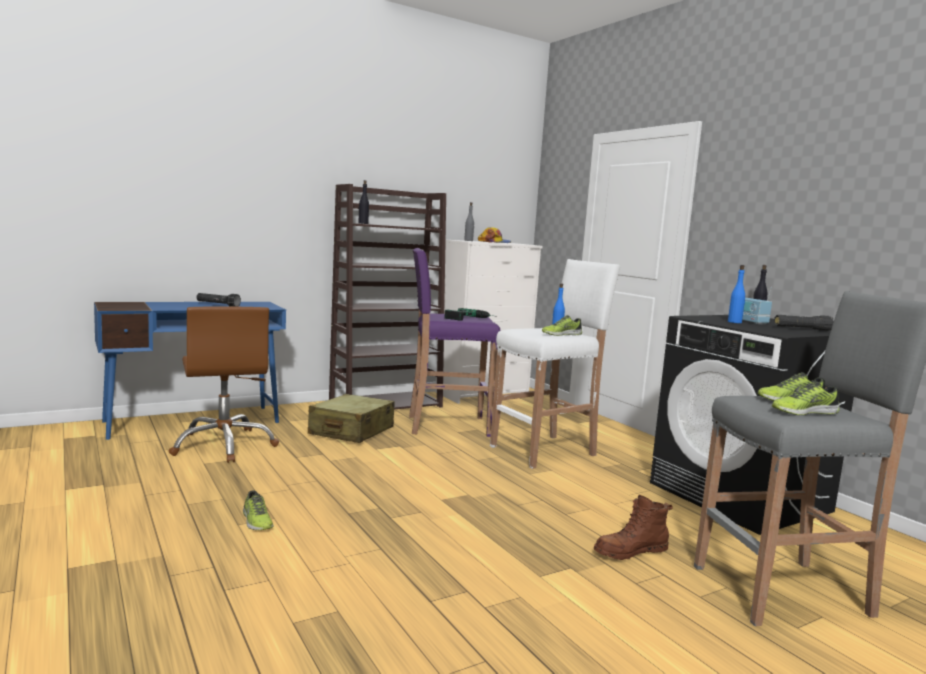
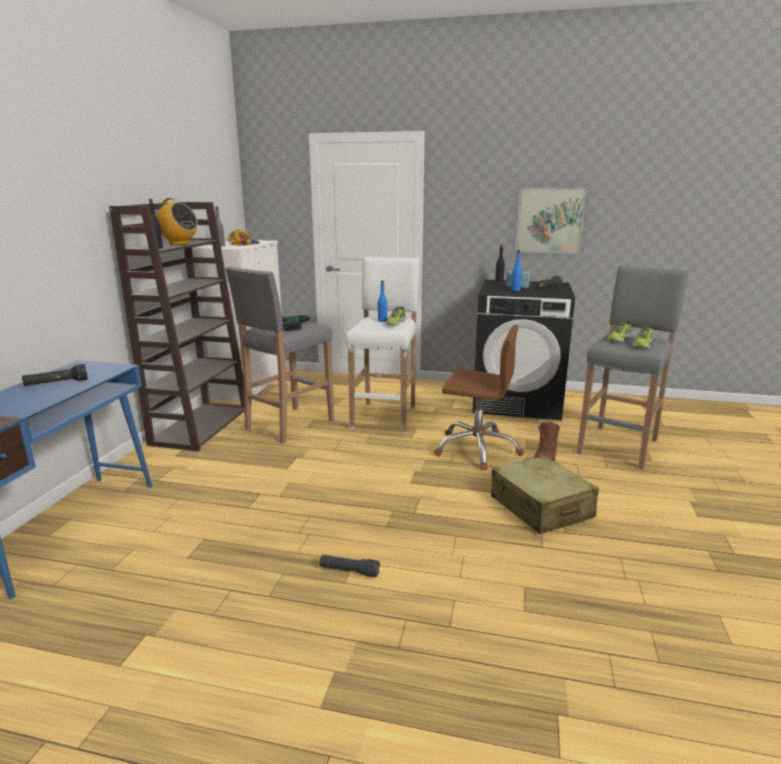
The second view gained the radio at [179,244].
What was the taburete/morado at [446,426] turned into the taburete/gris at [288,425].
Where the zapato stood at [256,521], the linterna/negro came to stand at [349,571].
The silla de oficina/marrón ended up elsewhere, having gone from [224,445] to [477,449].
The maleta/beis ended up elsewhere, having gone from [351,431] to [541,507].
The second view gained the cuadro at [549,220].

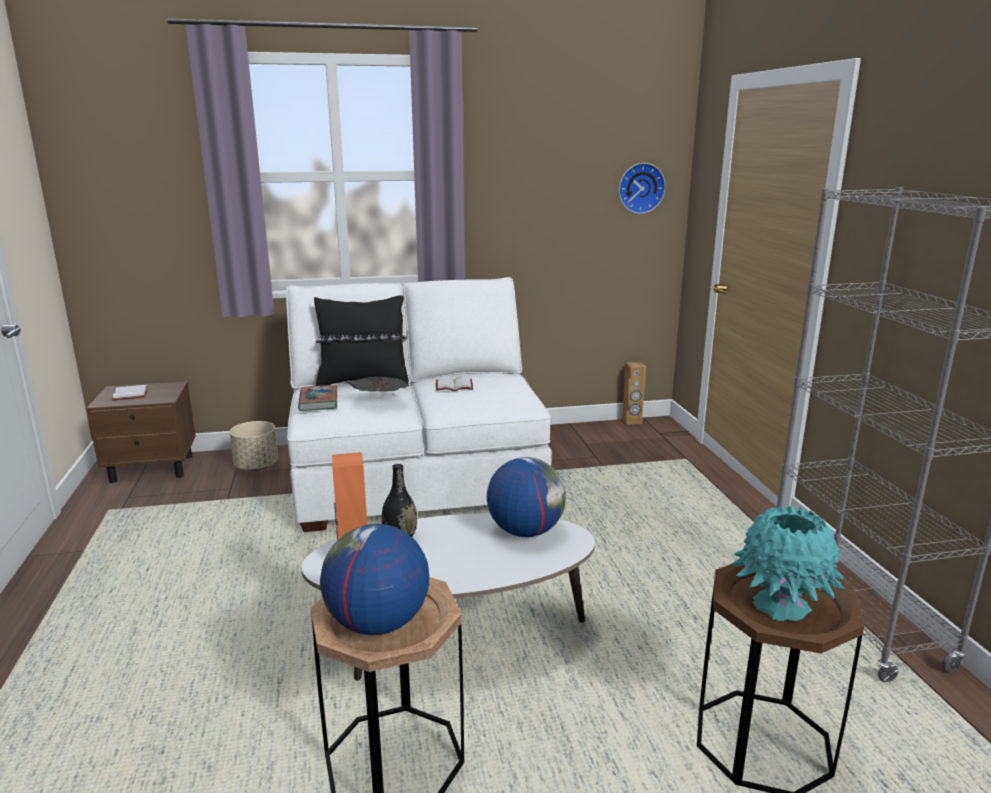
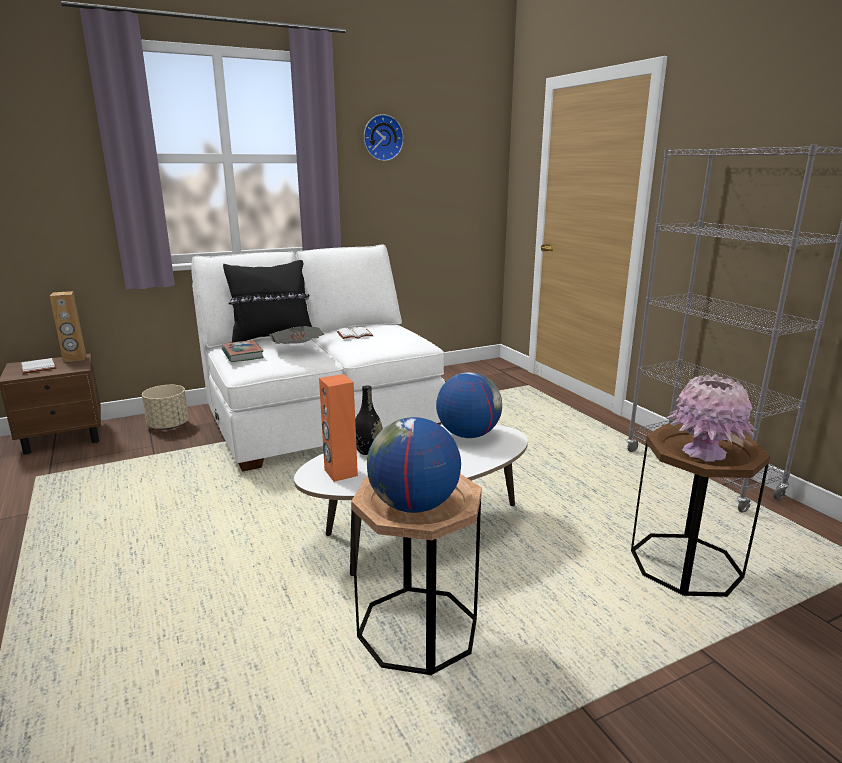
The altavoz/marrón ended up elsewhere, having gone from [631,421] to [75,358].
The reloj de pared ended up elsewhere, having gone from [640,188] to [382,138].
What was the florero/turquesa at [781,606] turned into the florero/rosa at [705,453].

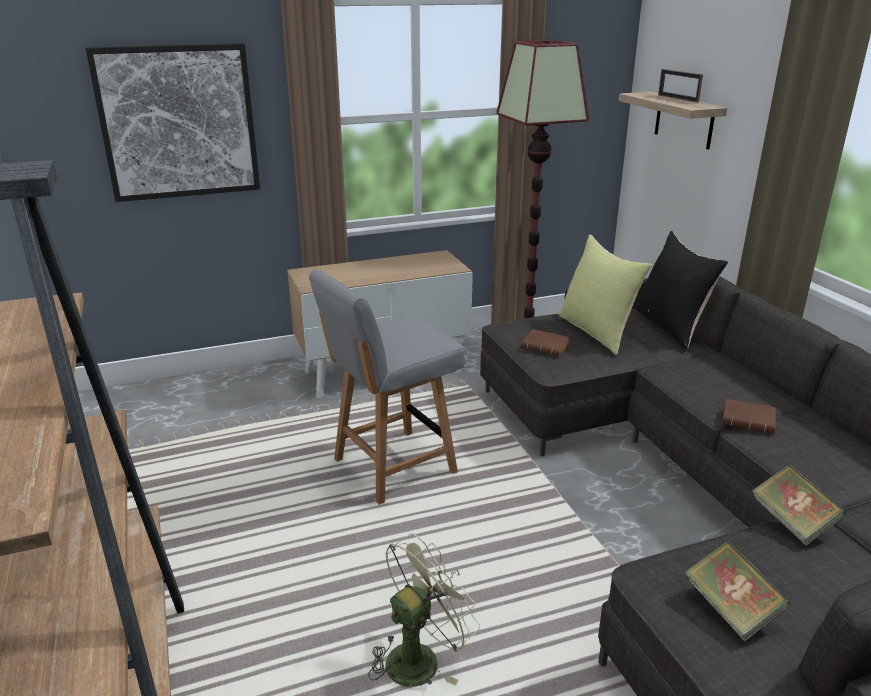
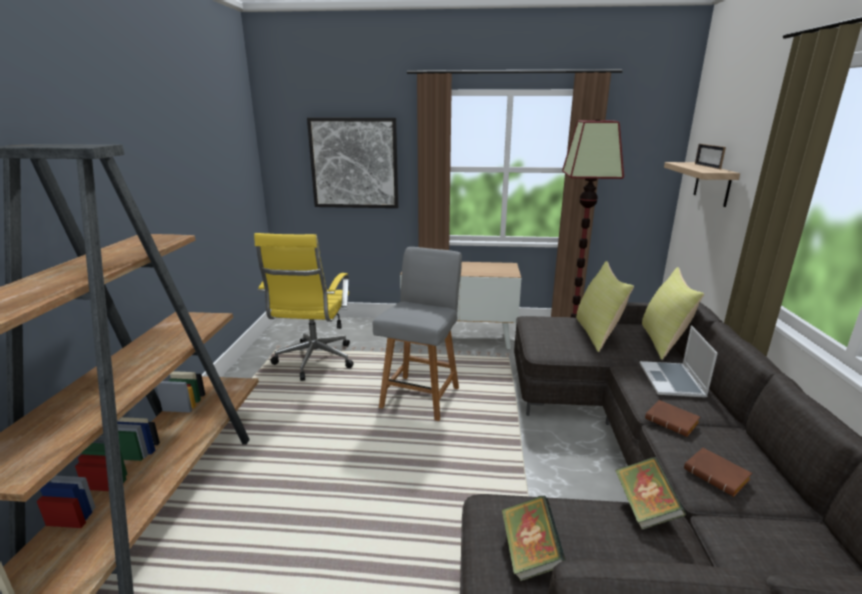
The second view gained the silla de oficina/amarillo at [314,362].
The silla/gris at [392,466] ended up facing another way, 120 degrees clockwise from before.
The second view gained the portátil at [672,381].
What was the cojín/negro at [671,326] turned into the cojín/amarillo at [663,342].
The libro/marrón ended up elsewhere, having gone from [546,347] to [718,476].
The second view lost the ventilador/verde at [420,657].

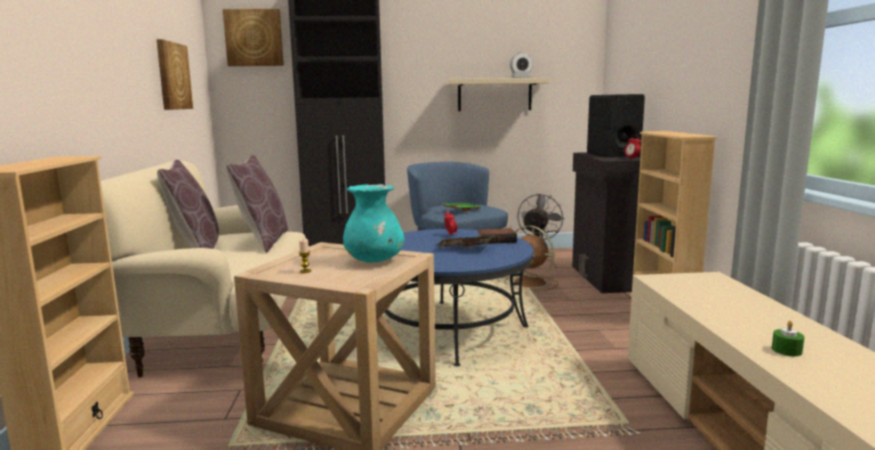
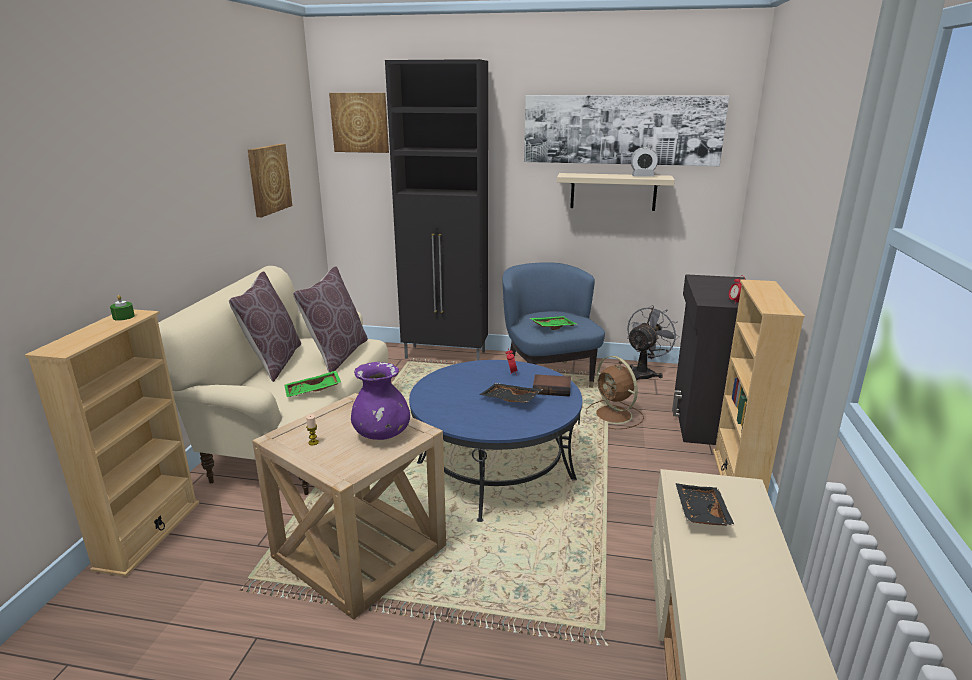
The vela/verde ended up elsewhere, having gone from [786,350] to [123,317].
The second view gained the bandeja/verde at [313,391].
What was the florero/turquesa at [374,261] turned into the florero/morado at [382,435].
The second view gained the cuadro at [621,130].
The second view gained the bandeja/negro at [700,512].
The second view lost the altavoz/negro at [612,155].

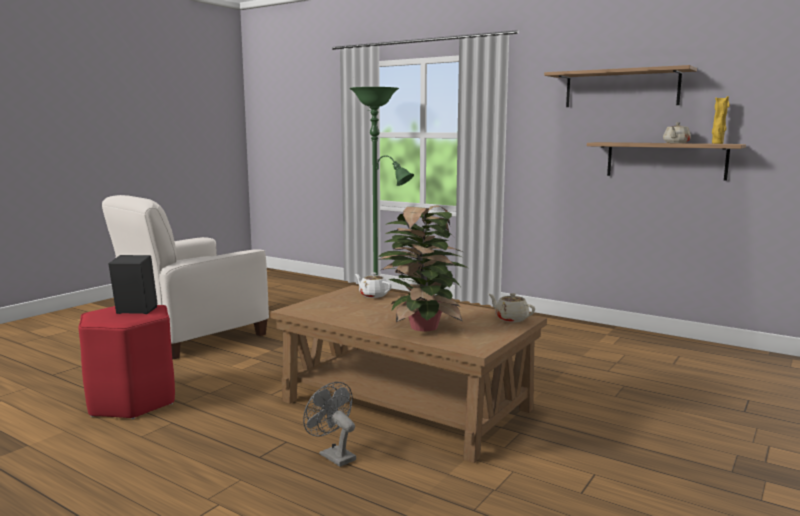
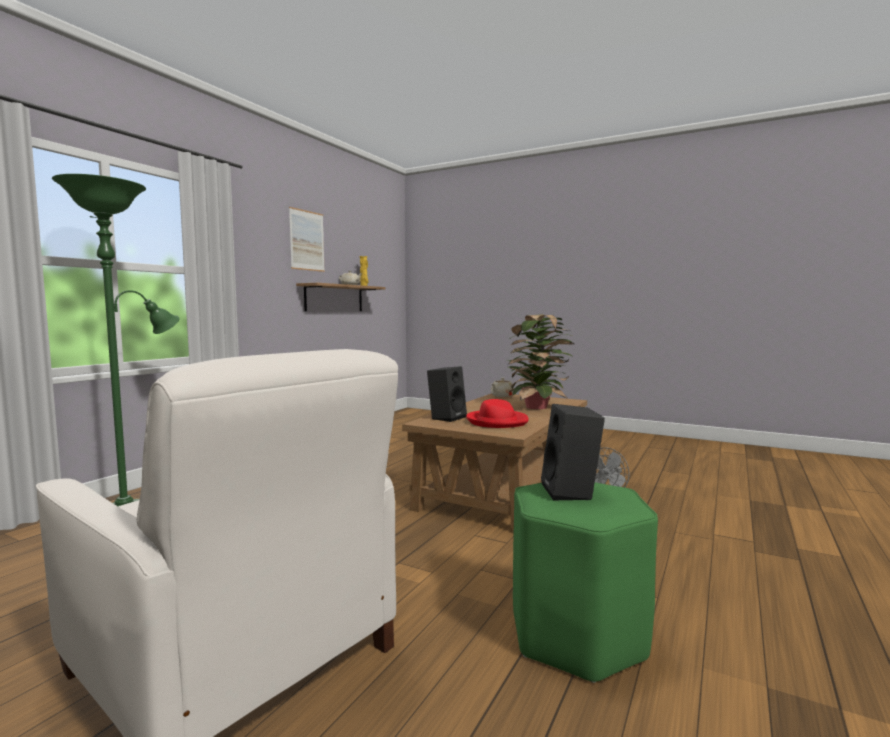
Where the estante hung at [621,88], the cuadro came to hang at [307,240].
Where the tetera/blanco stood at [373,295], the altavoz/negro came to stand at [446,417].
The second view gained the sombrero/rojo at [497,421].
What was the taburete/rojo at [132,401] turned into the taburete/verde at [576,636].

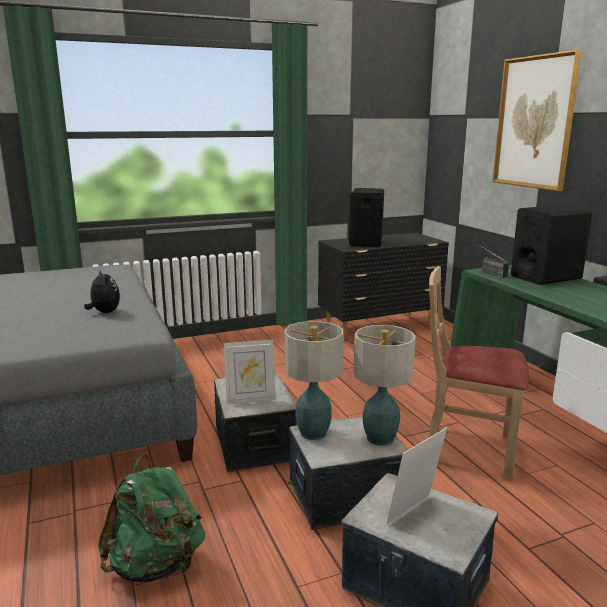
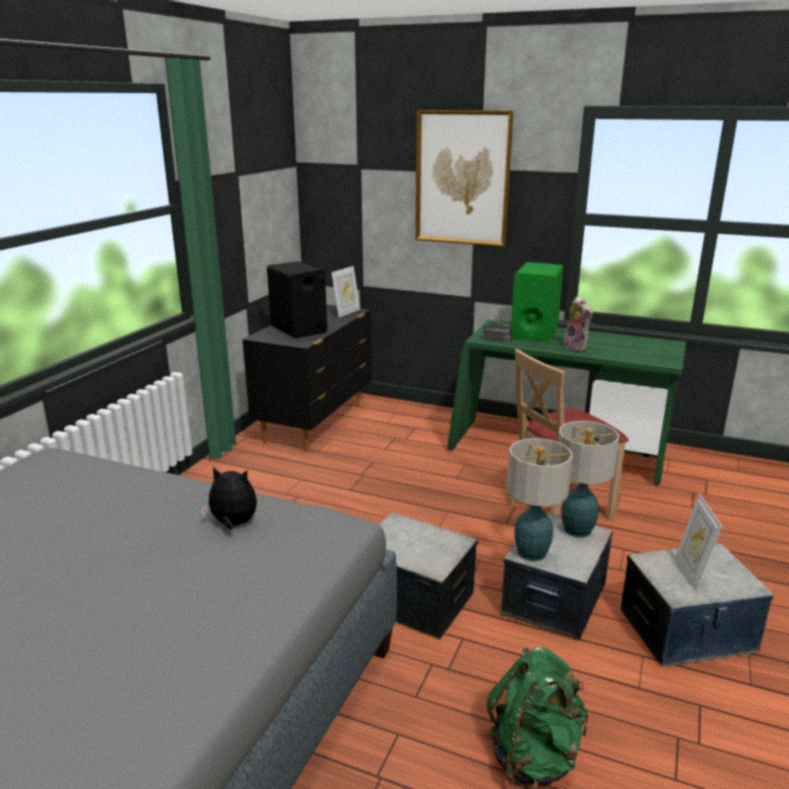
The portarretratos ended up elsewhere, having gone from [250,399] to [346,312].
What was the altavoz/negro at [546,277] turned into the altavoz/verde at [534,332].
The second view gained the peluche at [577,347].

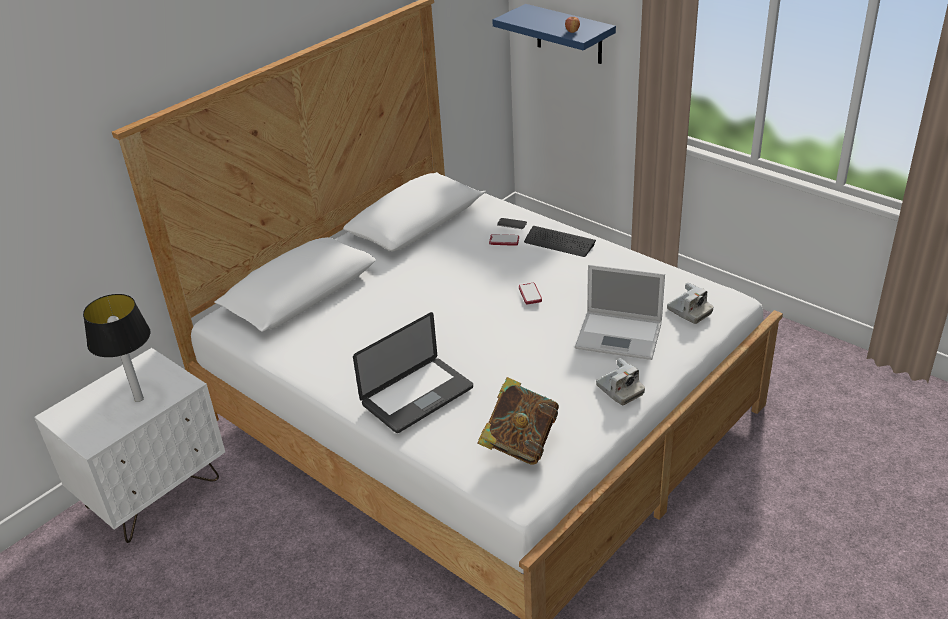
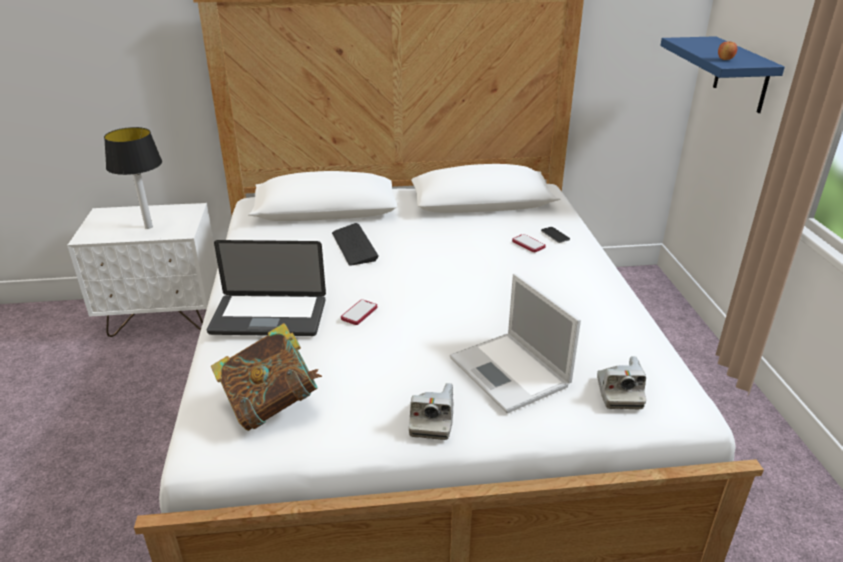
The teclado ended up elsewhere, having gone from [559,243] to [354,246].
The móvil ended up elsewhere, having gone from [530,294] to [359,313].

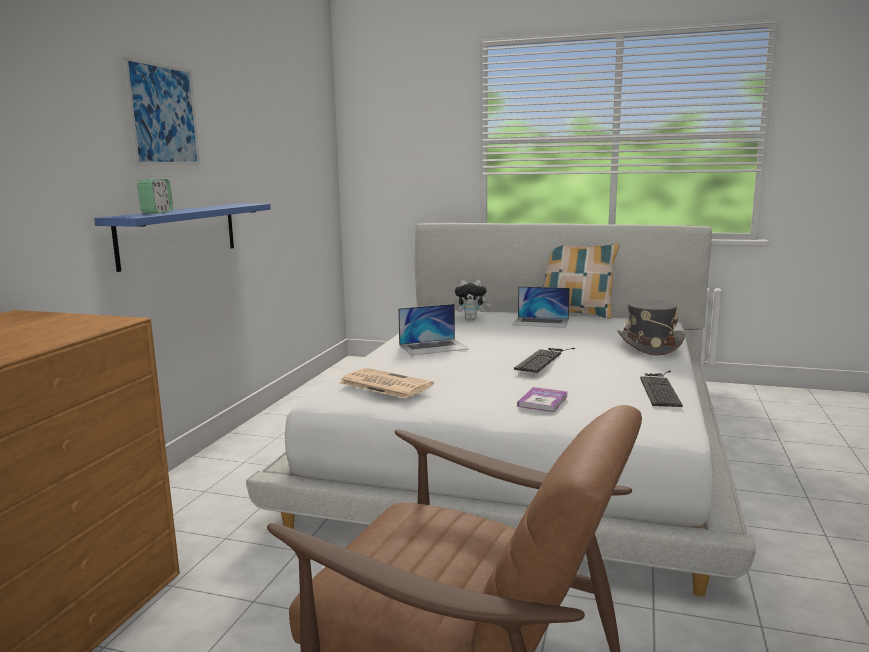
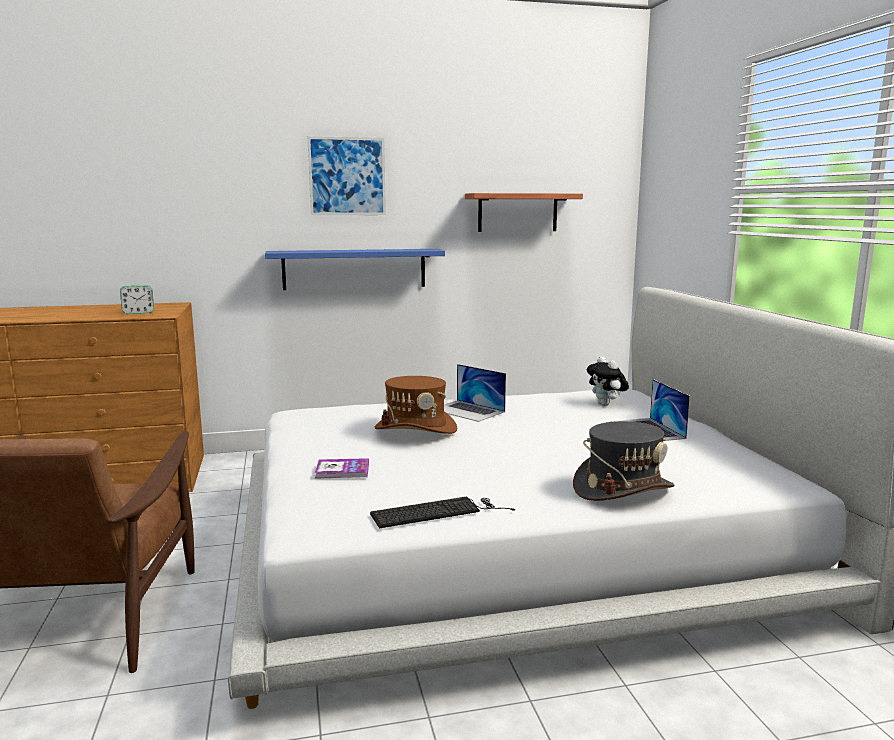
The despertador ended up elsewhere, having gone from [157,212] to [138,312].
The second view gained the sombrero/marrón at [416,428].
The second view gained the estante at [517,212].
The second view lost the periódico at [384,384].
The second view lost the teclado at [543,359].
The second view lost the cojín at [575,314].

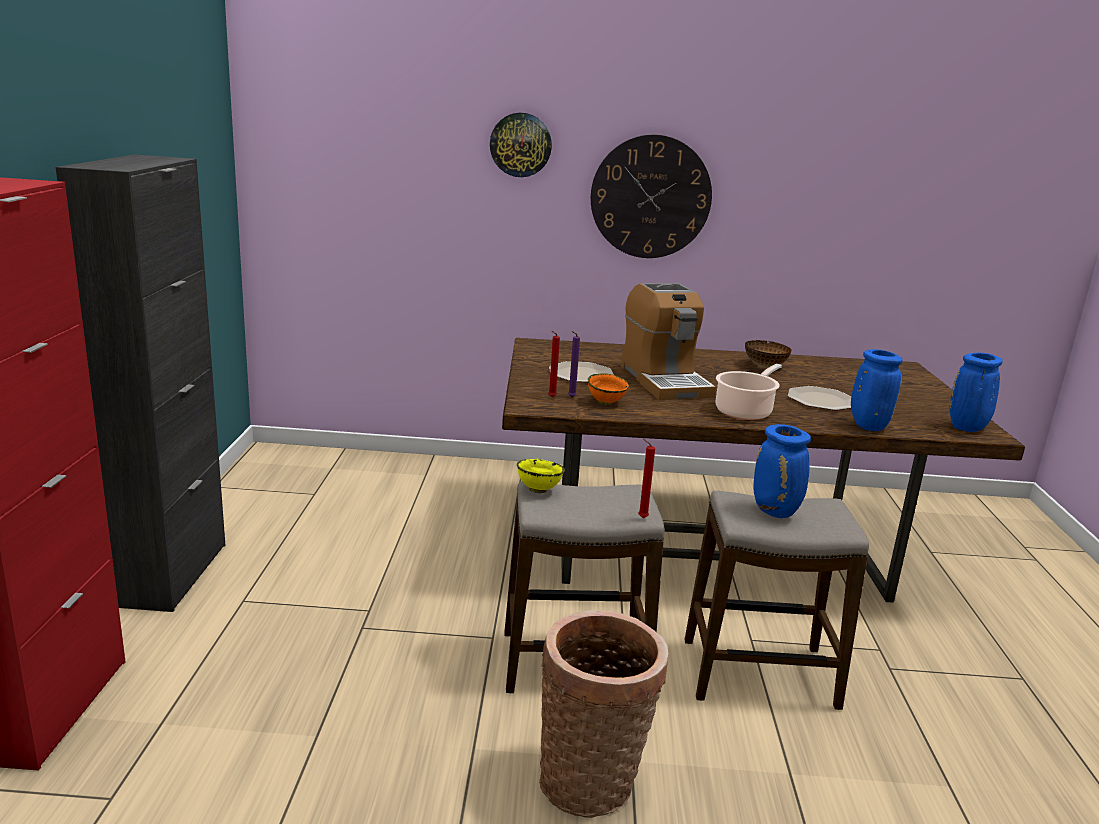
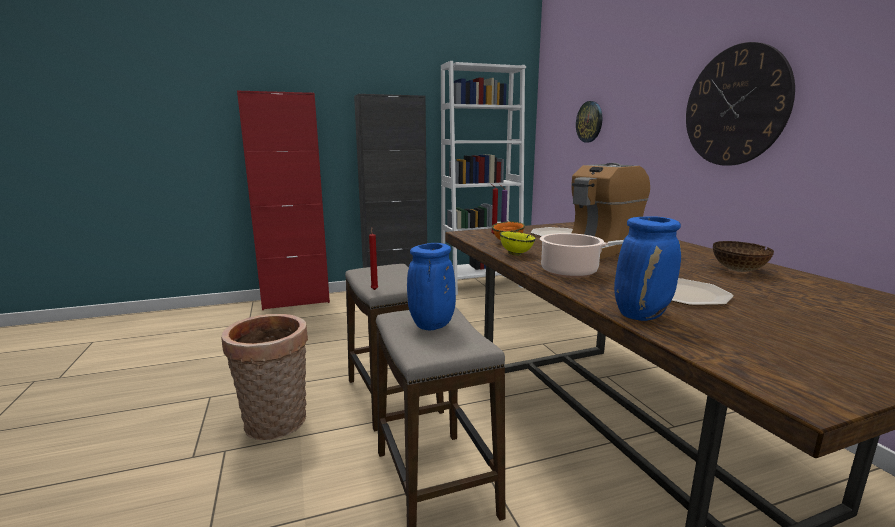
The second view gained the estantería/blanco at [481,284].
The cuenco/amarillo ended up elsewhere, having gone from [538,490] to [516,254].
The reloj de pared ended up elsewhere, having gone from [520,145] to [589,122].
The second view lost the florero/azul at [967,428].

